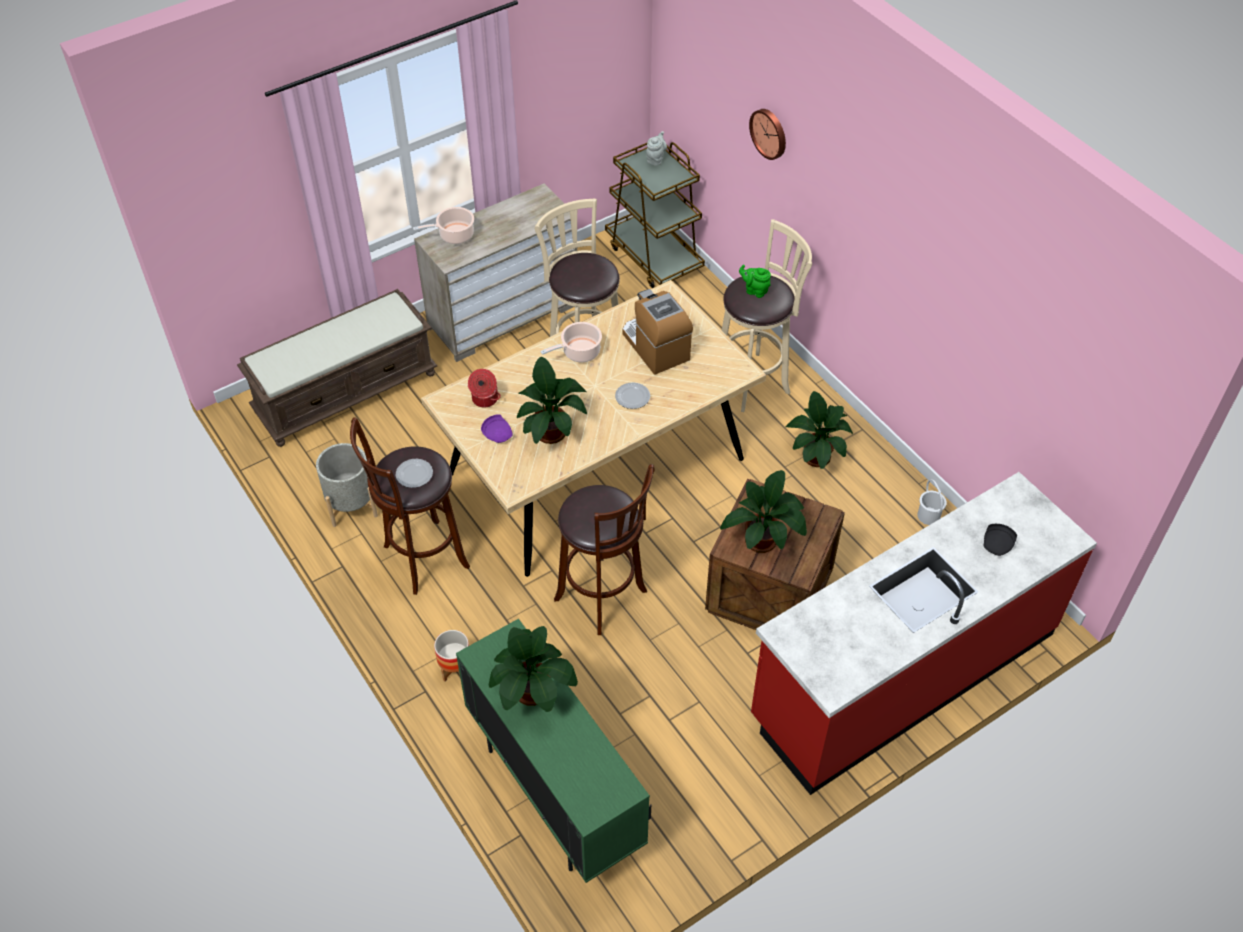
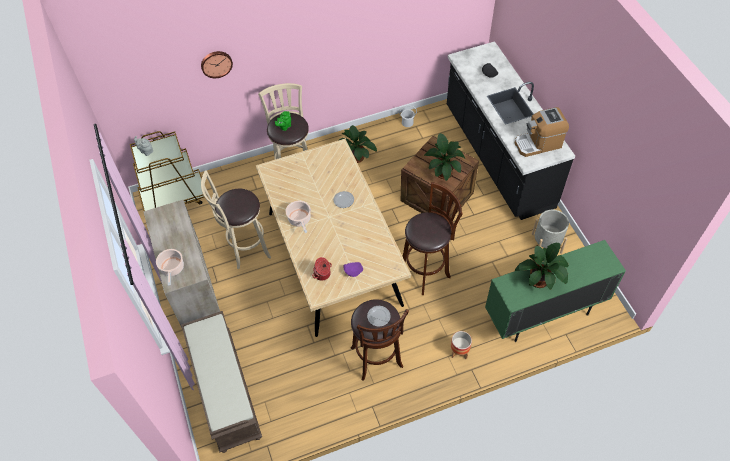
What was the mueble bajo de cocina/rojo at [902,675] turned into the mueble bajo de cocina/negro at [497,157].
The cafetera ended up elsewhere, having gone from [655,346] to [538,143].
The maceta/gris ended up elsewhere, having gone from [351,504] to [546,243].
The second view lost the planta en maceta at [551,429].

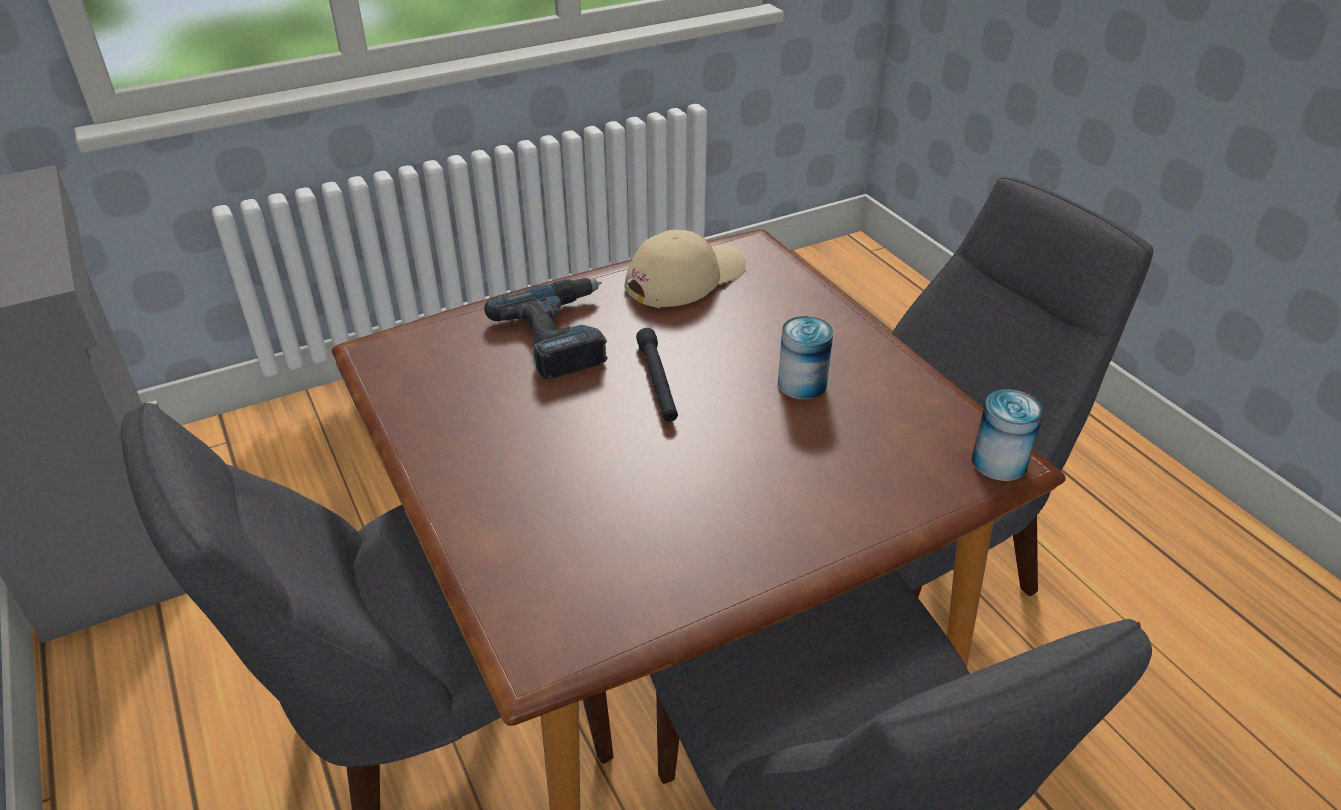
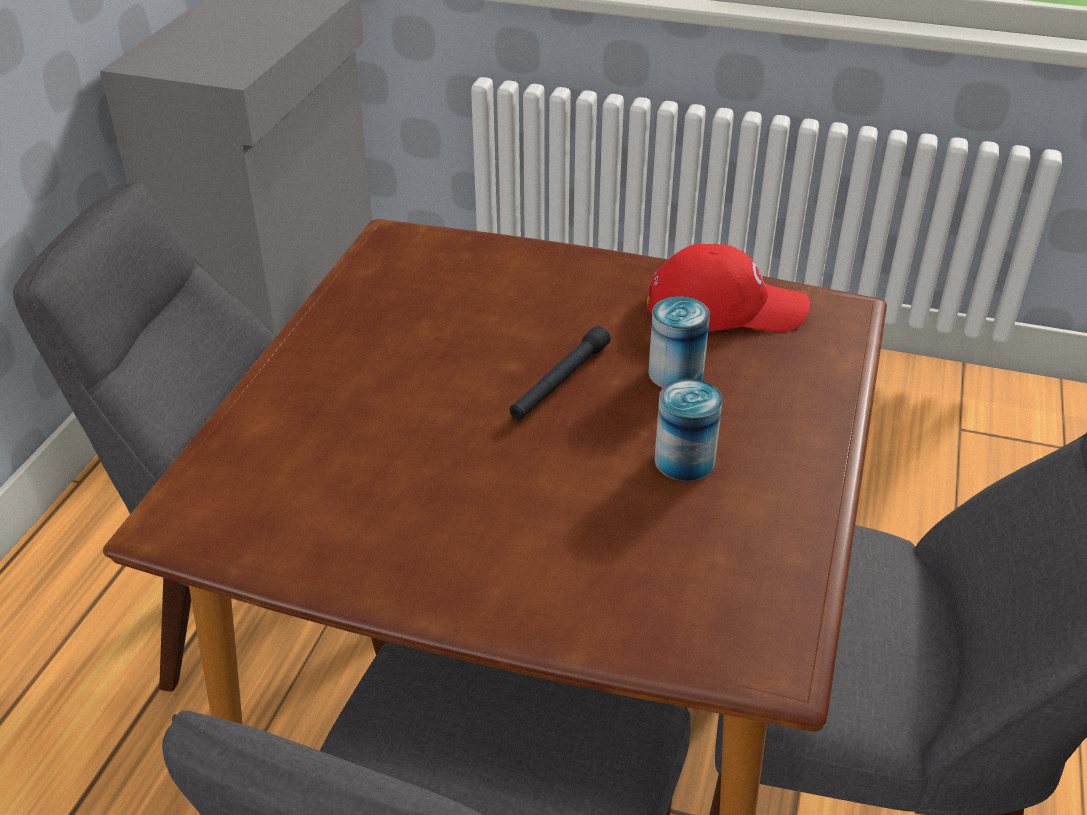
What was the gorra/beis at [684,278] turned into the gorra/rojo at [725,306].
The lata ended up elsewhere, having gone from [999,462] to [675,373].
The second view lost the taladro at [563,335].

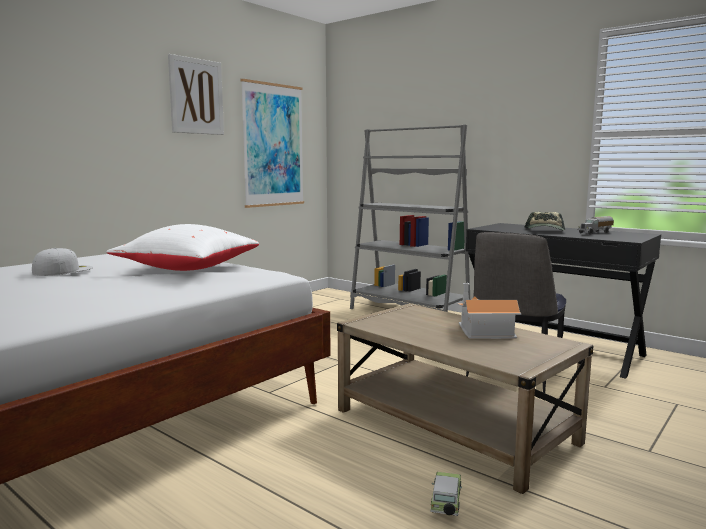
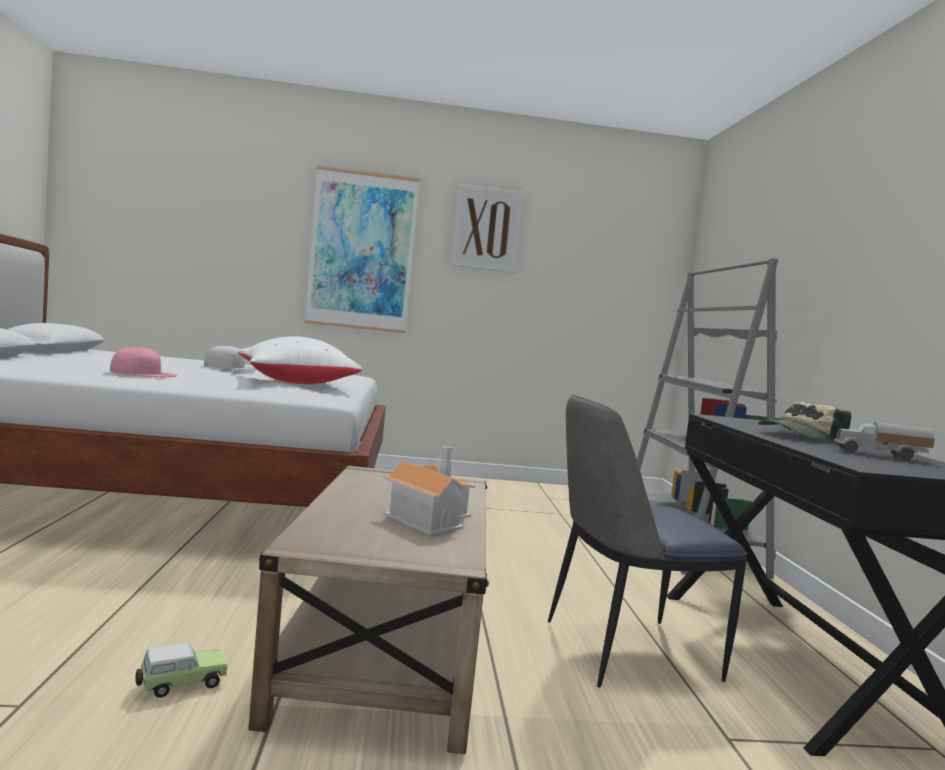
The second view gained the gorra/rosa at [144,373].
The cuadro ended up elsewhere, having gone from [273,145] to [362,251].

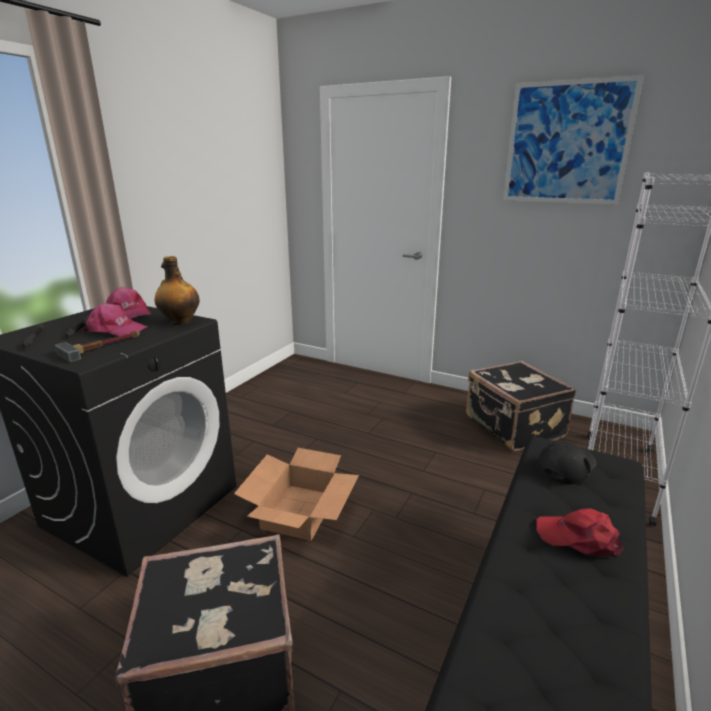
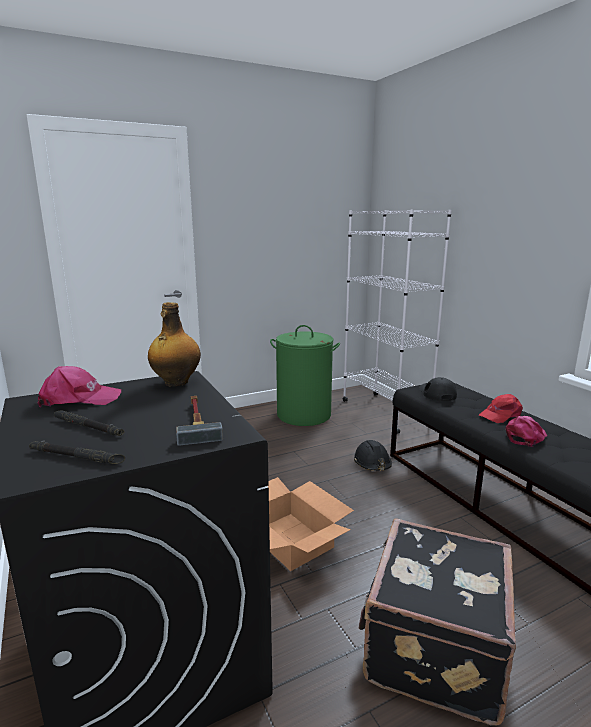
Where the maleta/negro stood at [513,427], the cesto de la ropa/verde came to stand at [304,415].
The second view gained the casco/negro at [372,463].
The gorra/rosa ended up elsewhere, having gone from [116,330] to [525,437].
The second view lost the cuadro at [567,143].

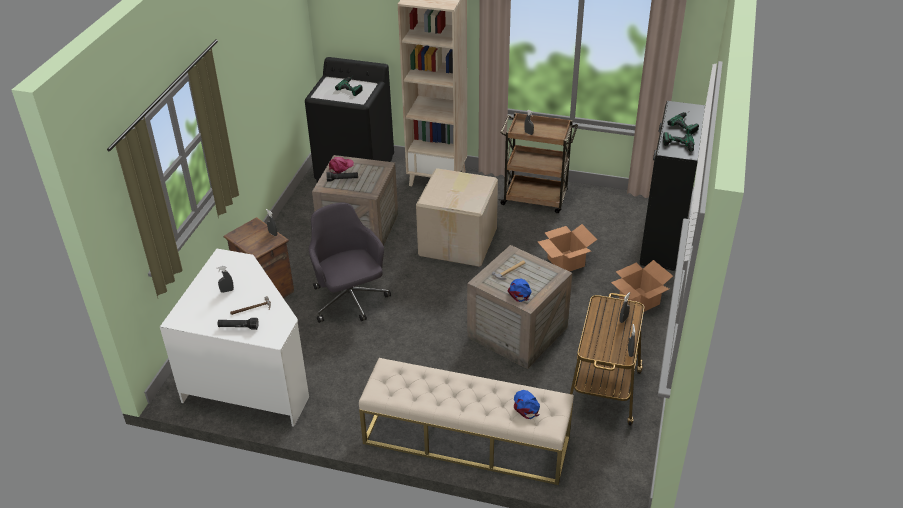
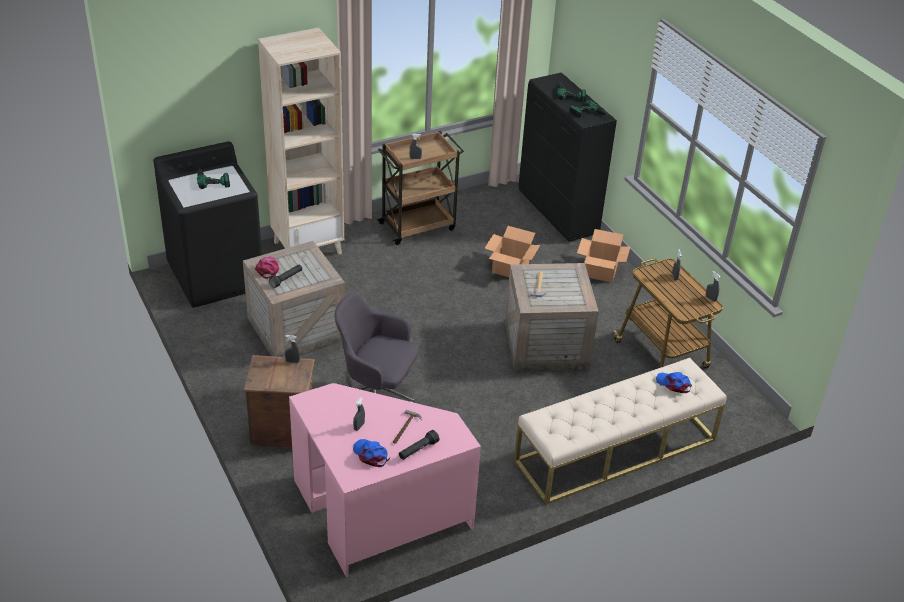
What was the escritorio/blanco at [249,377] turned into the escritorio/rosa at [378,515].
The gorra/azul ended up elsewhere, having gone from [519,291] to [371,454].
The second view lost the caja de cartón at [459,242].

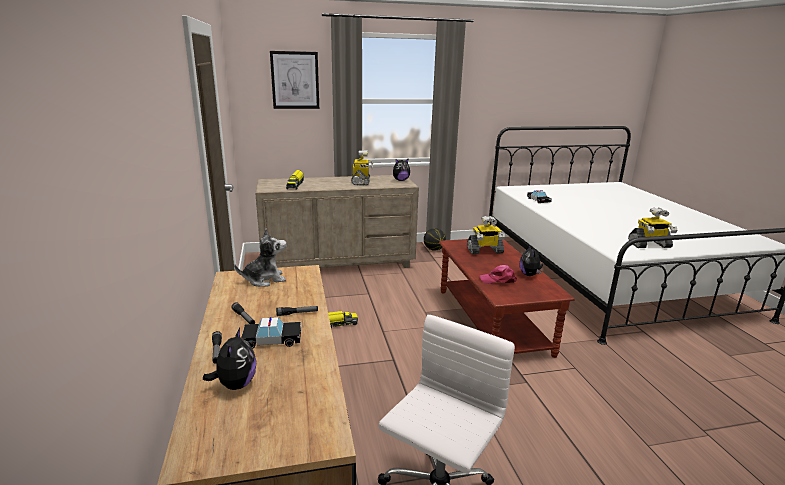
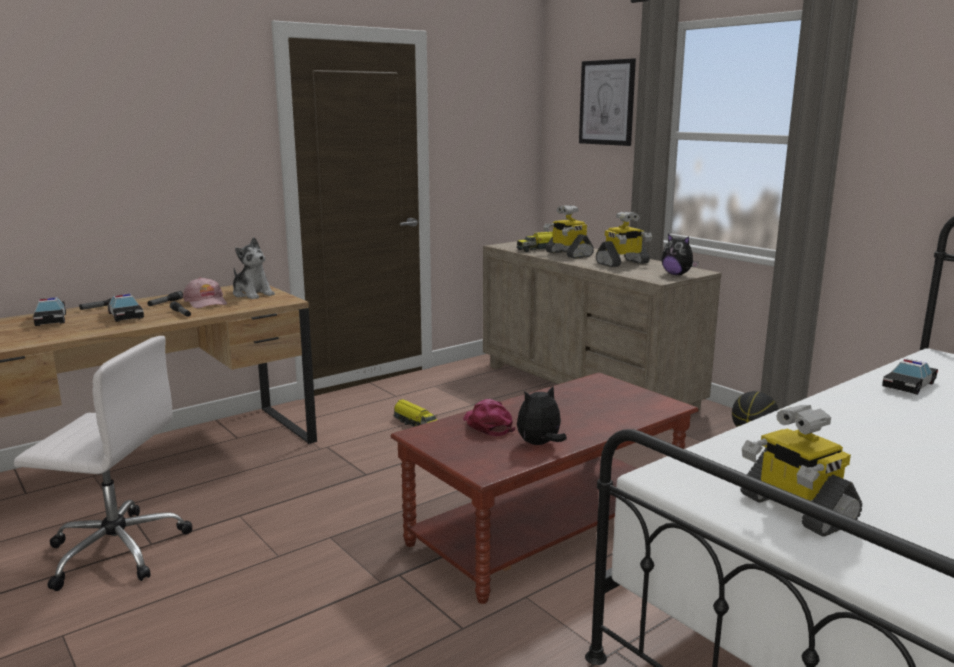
Where the peluche stood at [235,384], the coche de juguete came to stand at [51,320].
The second view gained the gorra/rosa at [206,302].
The robot de juguete ended up elsewhere, having gone from [484,251] to [567,254].

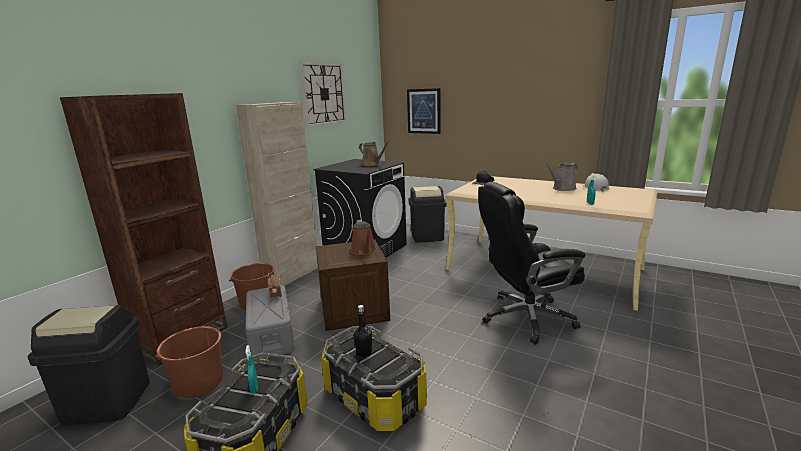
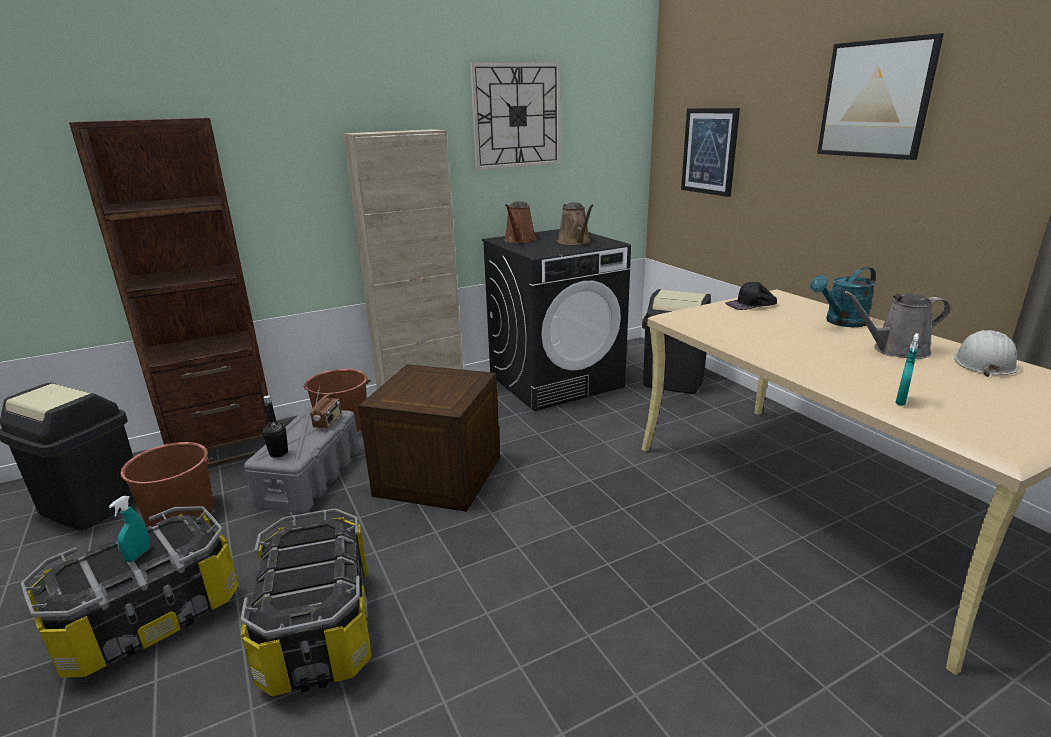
The botella/negro ended up elsewhere, having gone from [364,353] to [278,453].
The regadera/marrón ended up elsewhere, having gone from [364,251] to [519,240].
The second view gained the regadera/turquesa at [841,322].
The second view gained the cuadro at [875,99].
The second view lost the silla de oficina/negro at [525,318].

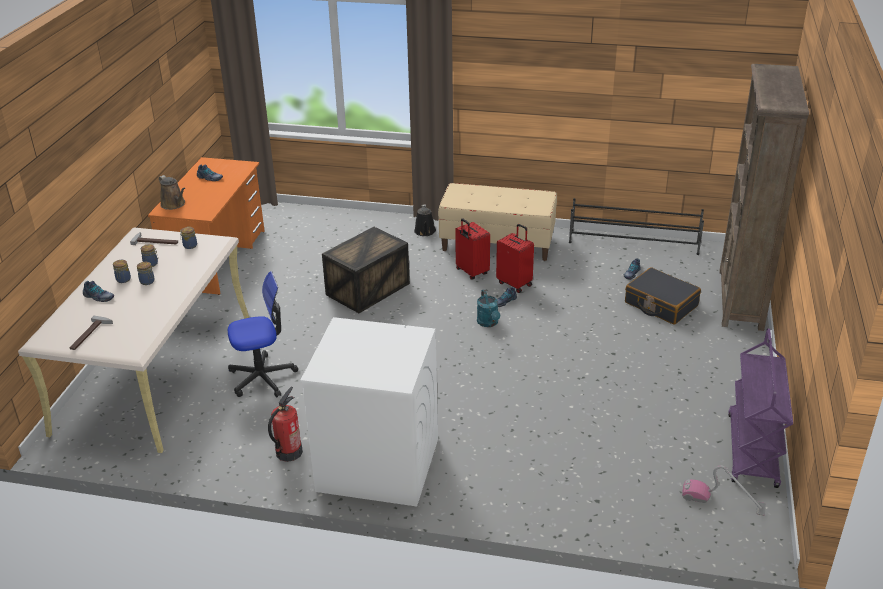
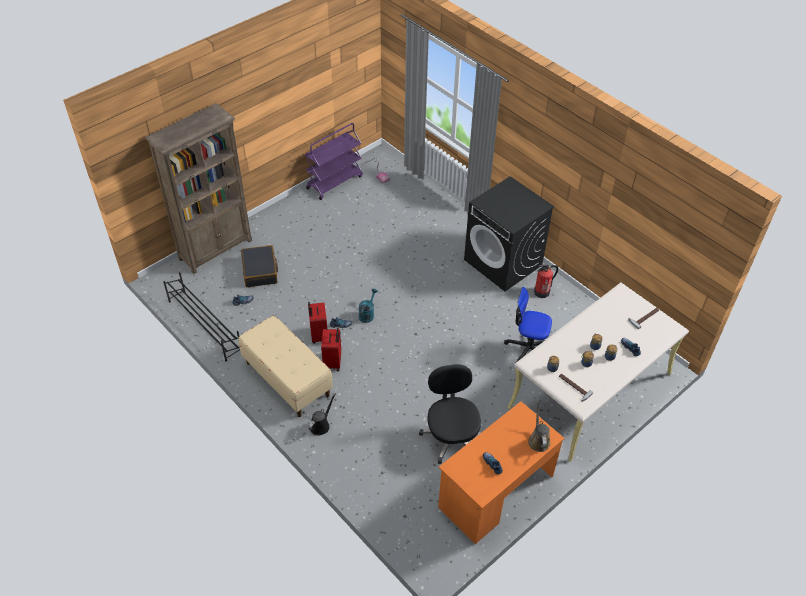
The second view gained the silla de oficina/negro at [451,436].
What was the lavadora/blanco at [377,465] turned into the lavadora/negro at [503,262].
The second view lost the caja de embalaje at [367,290].

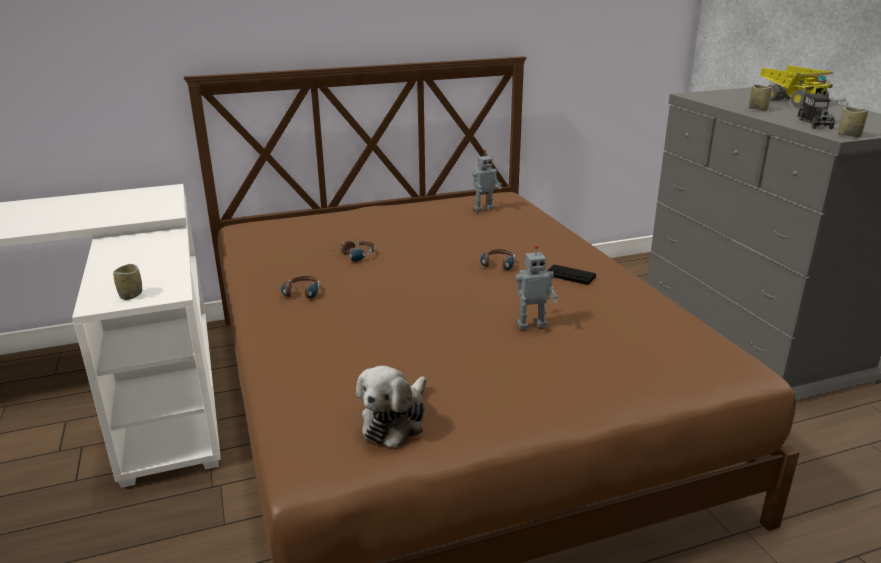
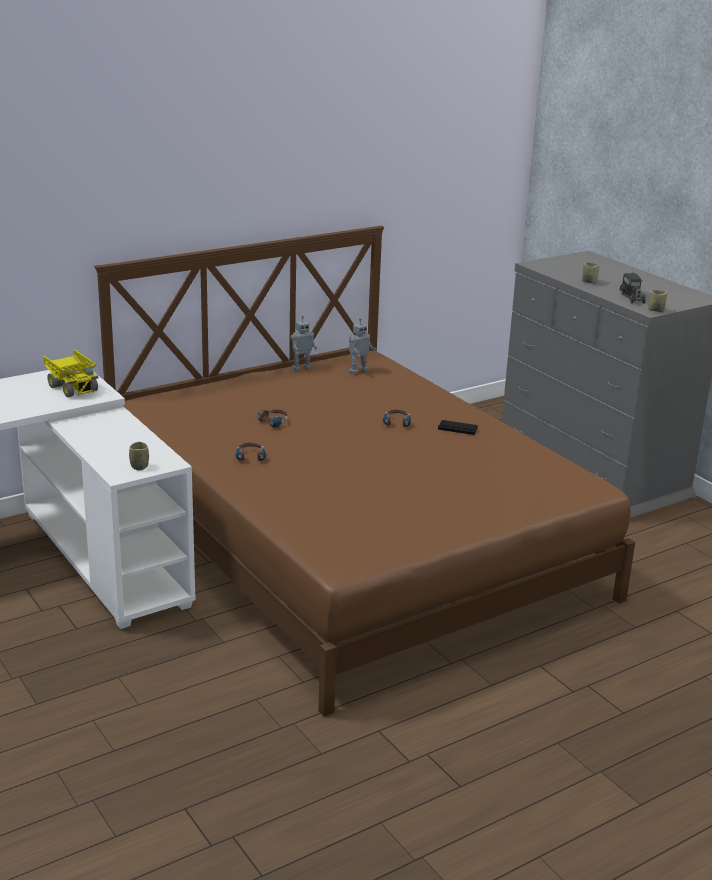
The camión de juguete ended up elsewhere, having gone from [792,101] to [73,387].
The robot de juguete ended up elsewhere, having gone from [531,324] to [301,368].
The second view lost the peluche at [396,421].

